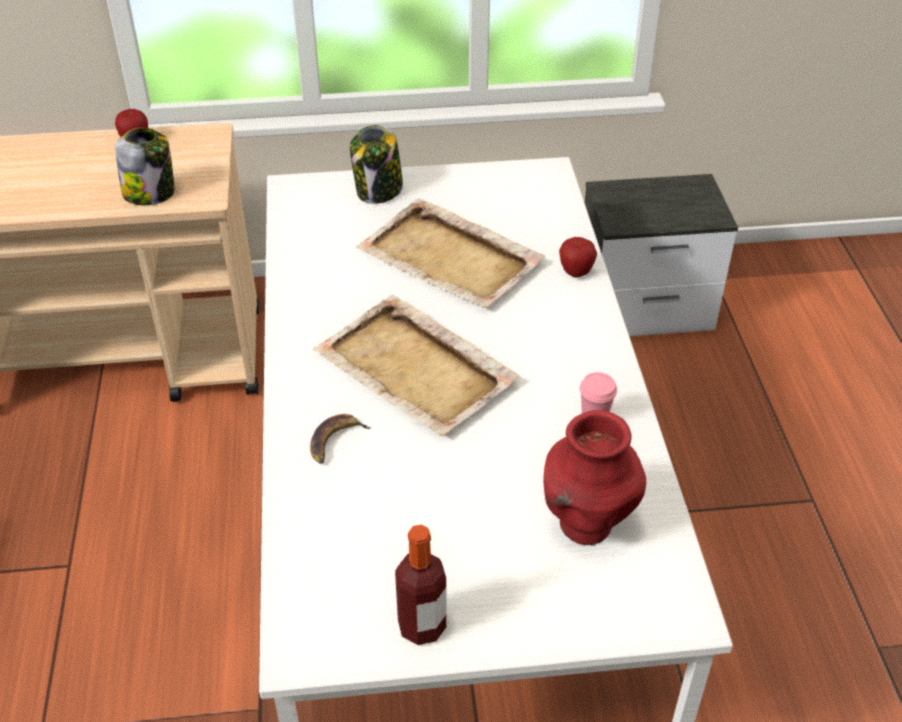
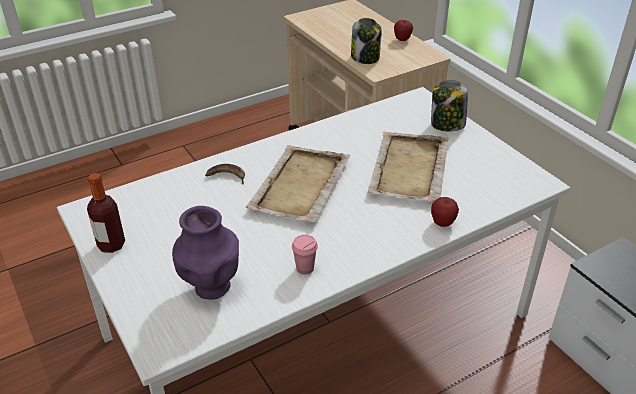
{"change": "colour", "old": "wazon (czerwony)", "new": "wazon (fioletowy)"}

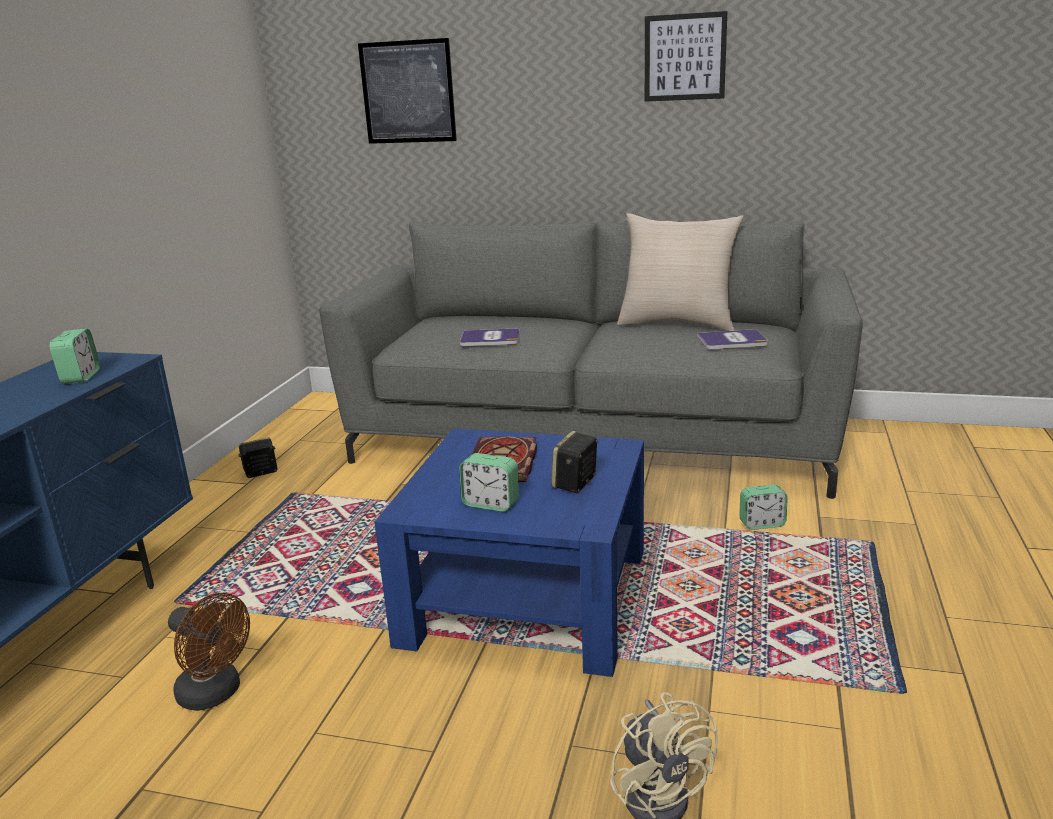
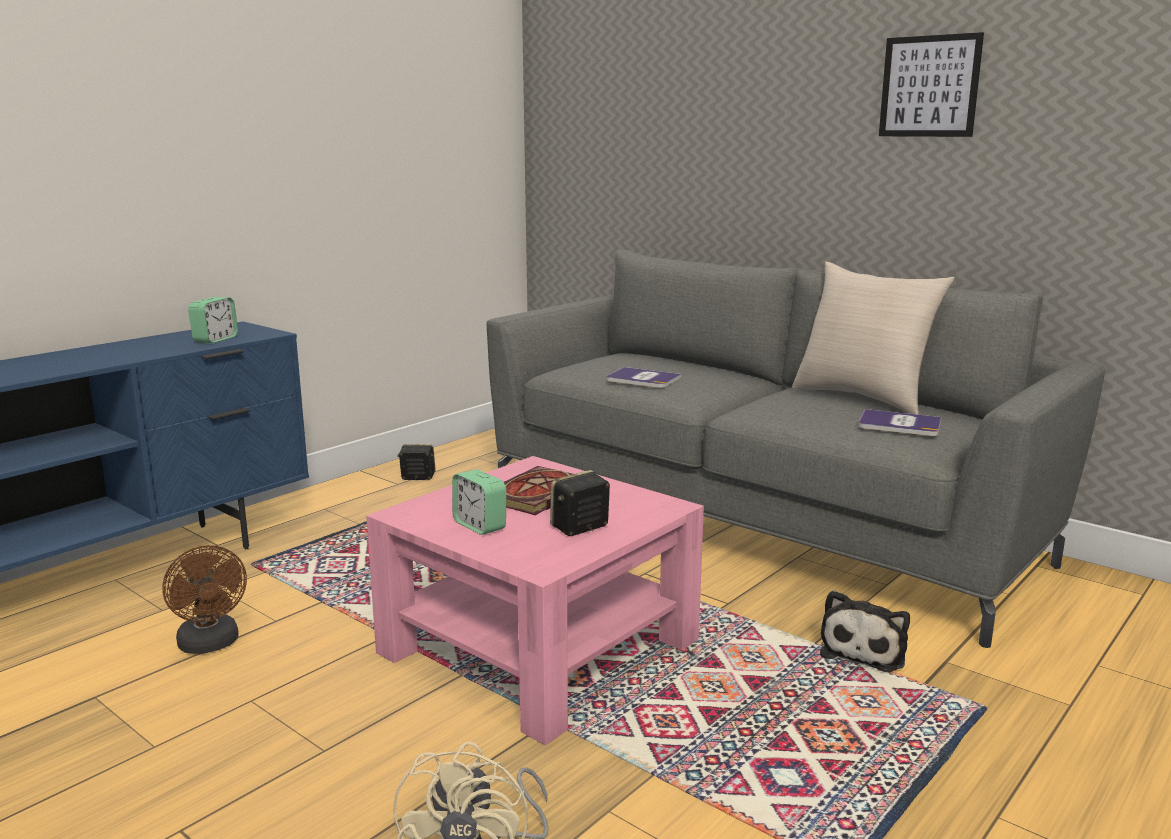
{"change": "missing", "old": "obraz (no. 1 from left)"}
{"change": "exchanged", "old": "budzik (no. 3 from left)", "new": "pluszak"}
{"change": "colour", "old": "ława (niebieski)", "new": "ława (różowy)"}

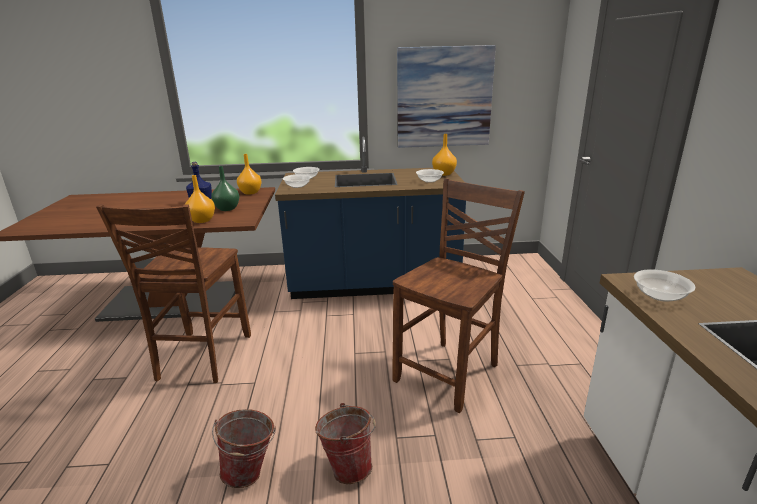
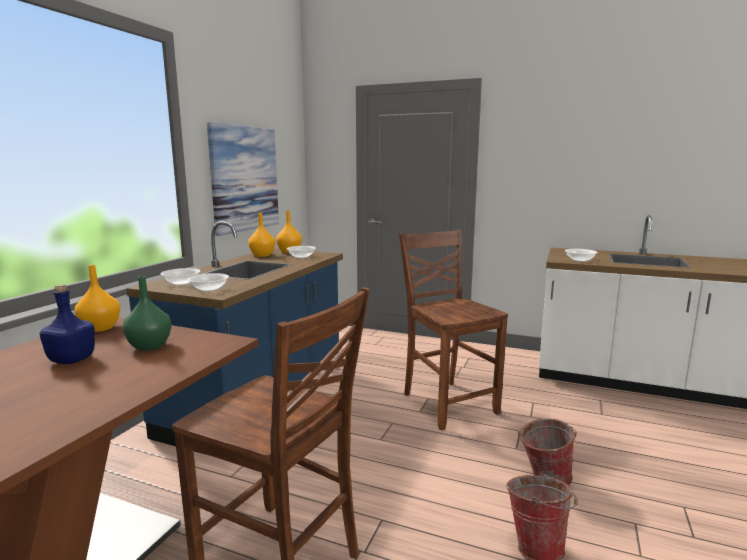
{"change": "relocated", "old": "wazon (pomarańczowy) (no. 1 from left in the first image)", "new": "wazon (pomarańczowy) (no. 2 from left)"}

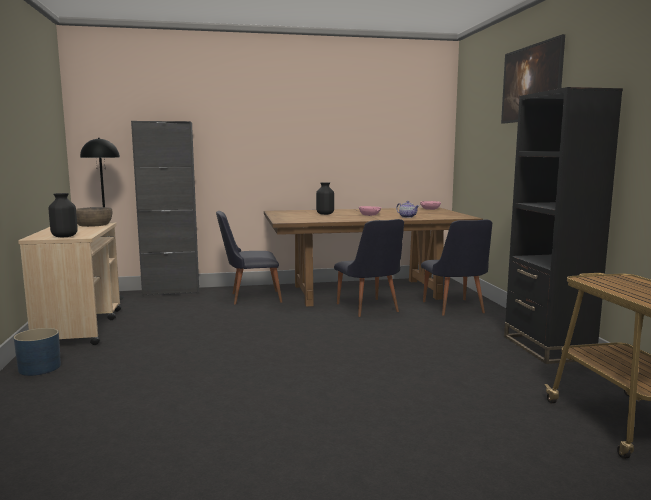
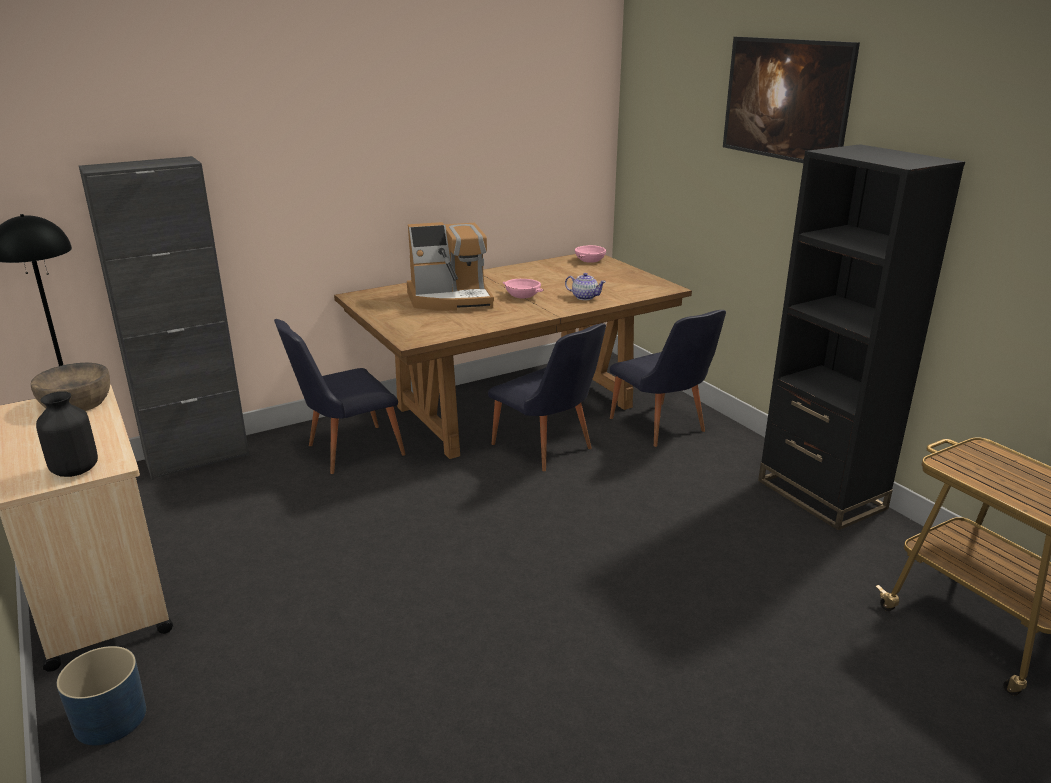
{"change": "exchanged", "old": "wazon (czarny) (no. 2 from left)", "new": "ekspres do kawy"}

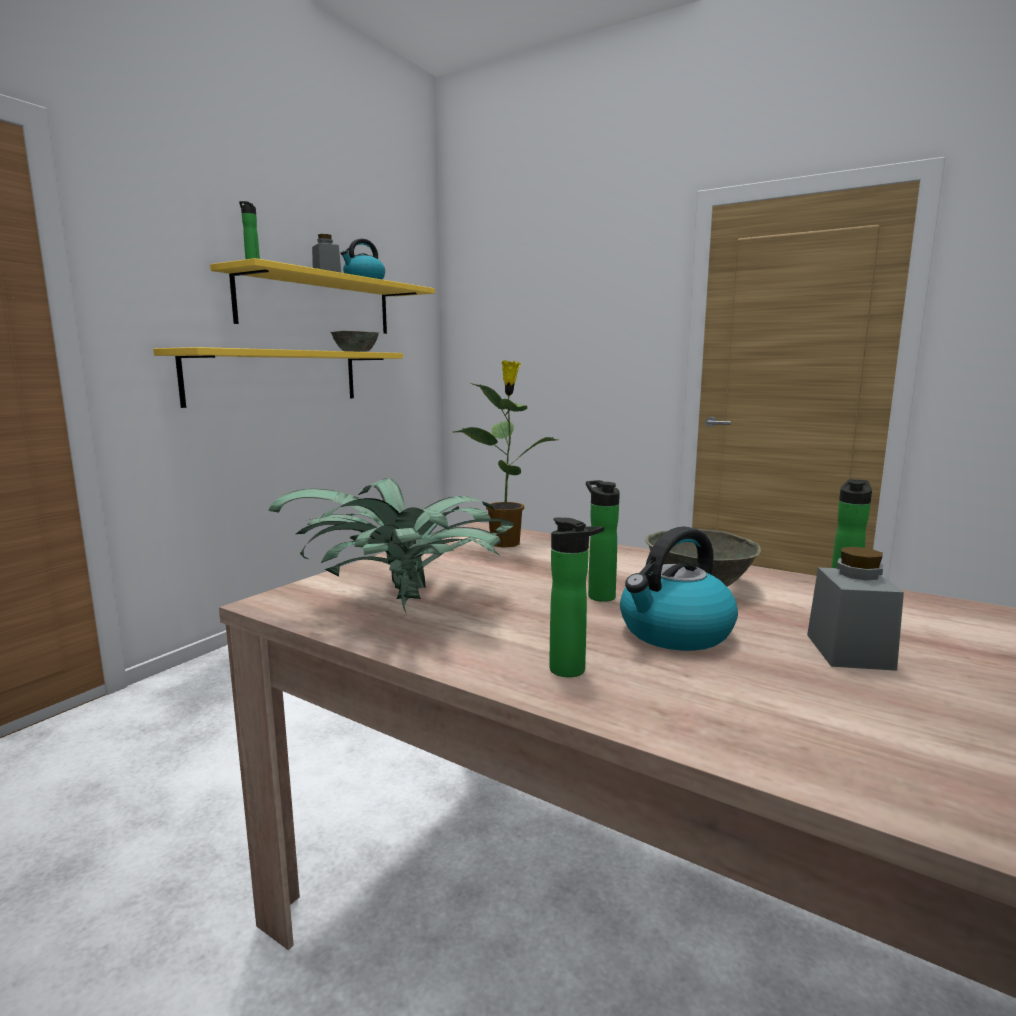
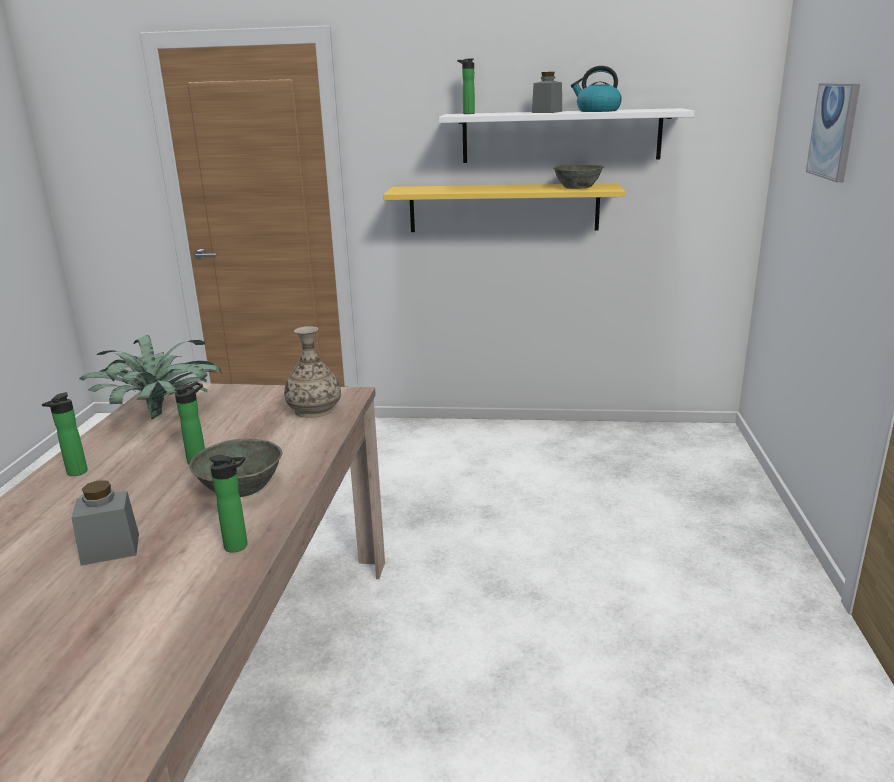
{"change": "missing", "old": "czajnik (no. 2 from left)"}
{"change": "appeared", "new": "obraz"}
{"change": "exchanged", "old": "roślina doniczkowa (no. 2 from left)", "new": "wazon"}
{"change": "colour", "old": "półka (żółty) (no. 2 from left)", "new": "półka (biały)"}

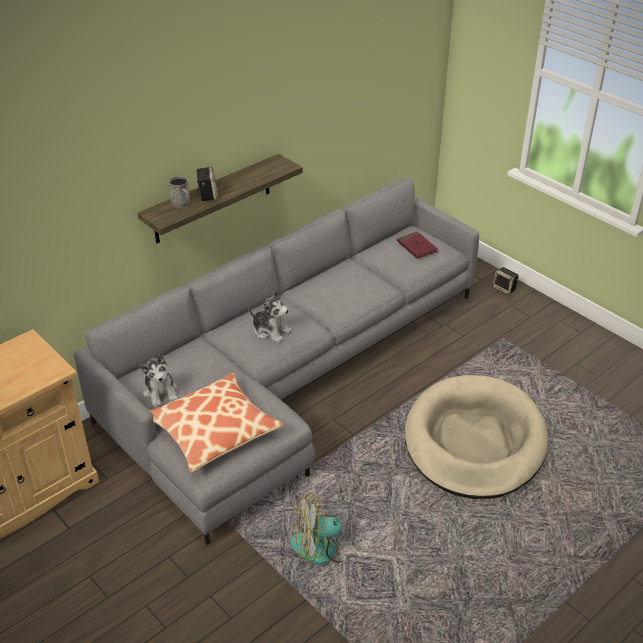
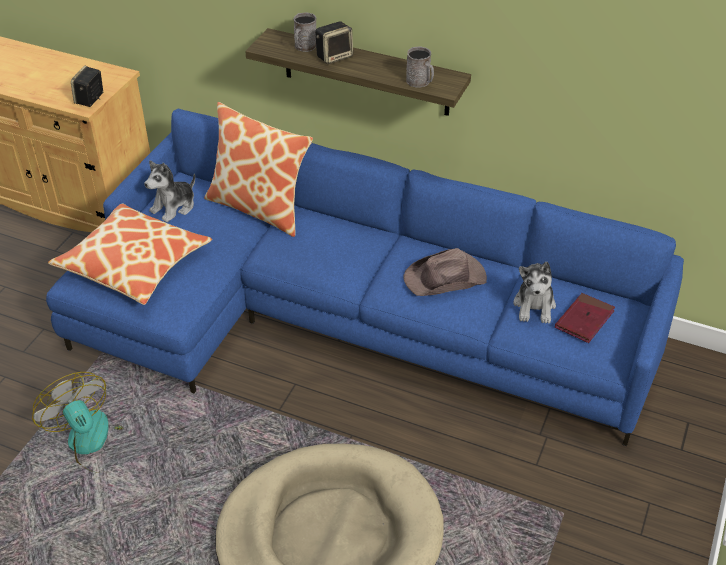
{"change": "appeared", "new": "poduszka (no. 2 from left)"}
{"change": "appeared", "new": "kapelusz (brązowy)"}
{"change": "appeared", "new": "kubek (szary) (no. 2 from left)"}
{"change": "relocated", "old": "pluszak (no. 2 from left)"}
{"change": "relocated", "old": "głośnik (no. 2 from left in the first image)", "new": "głośnik (no. 1 from left)"}
{"change": "colour", "old": "kanapa (szary)", "new": "kanapa (niebieski)"}

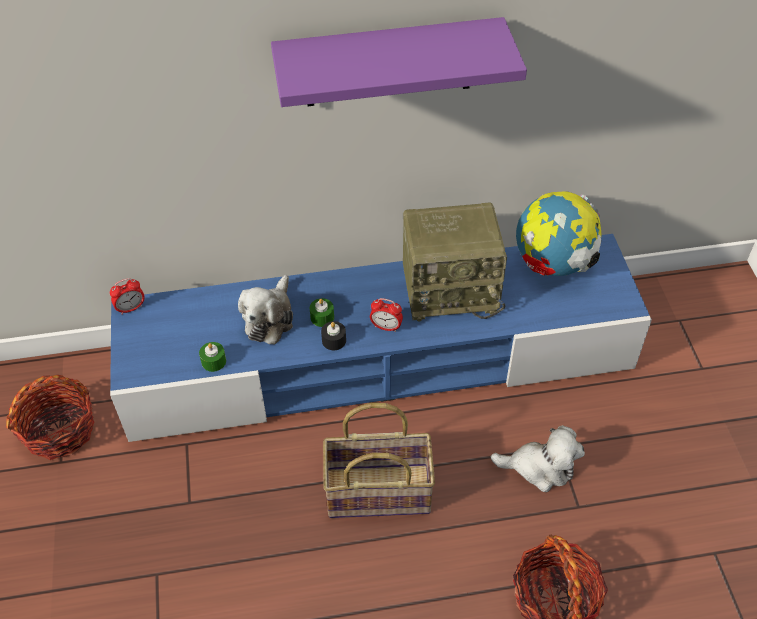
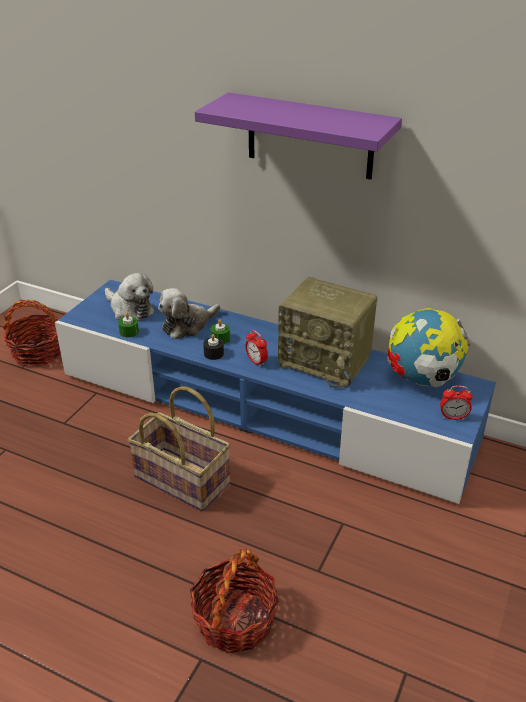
{"change": "relocated", "old": "budzik (no. 1 from left in the first image)", "new": "budzik (no. 2 from left)"}
{"change": "relocated", "old": "pluszak (no. 2 from left in the first image)", "new": "pluszak (no. 1 from left)"}

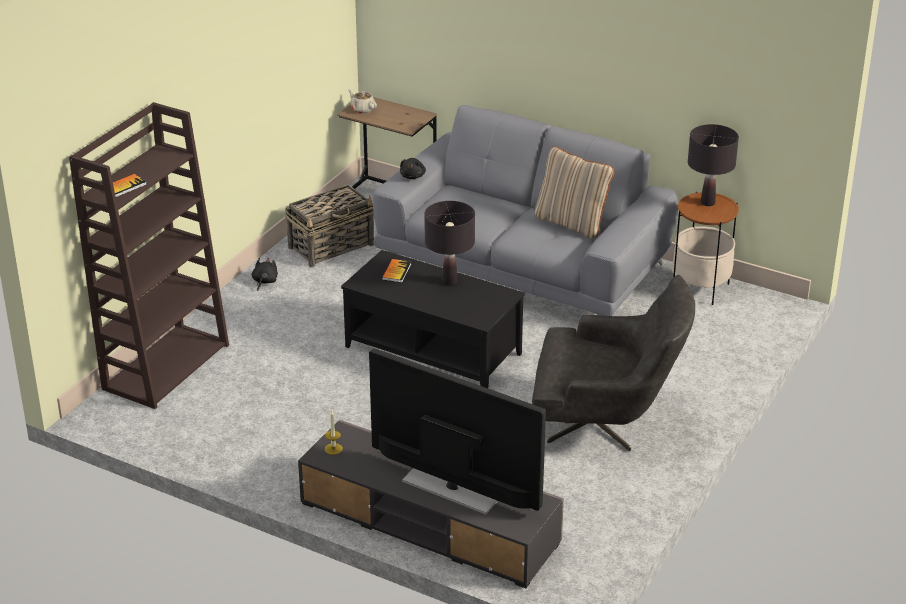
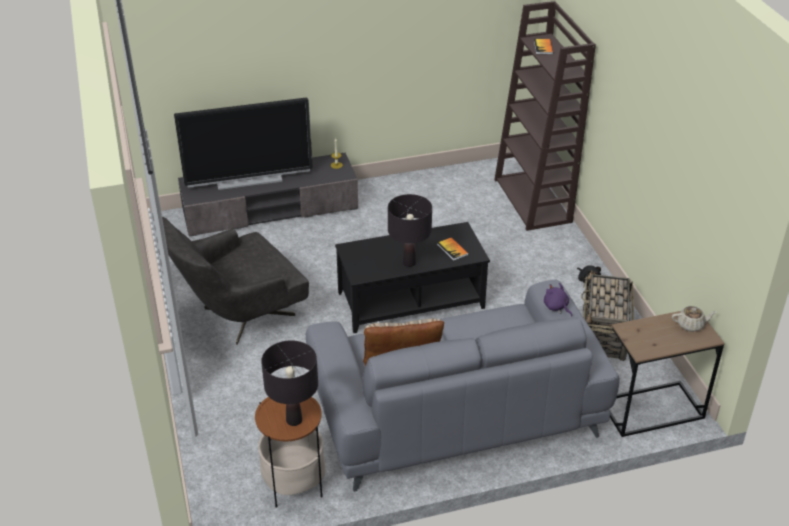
{"change": "colour", "old": "pluszak (czarny) (no. 2 from left)", "new": "pluszak (fioletowy)"}

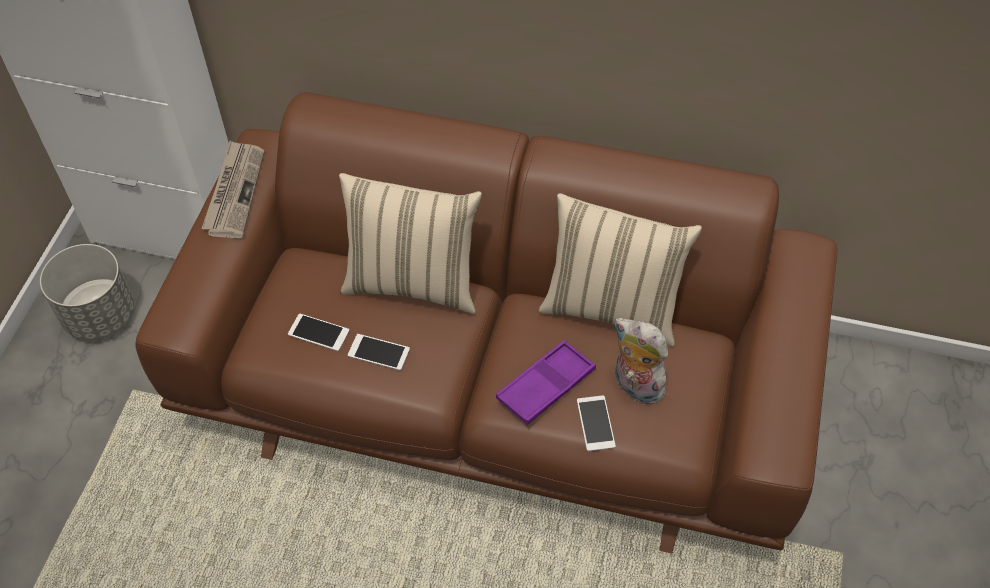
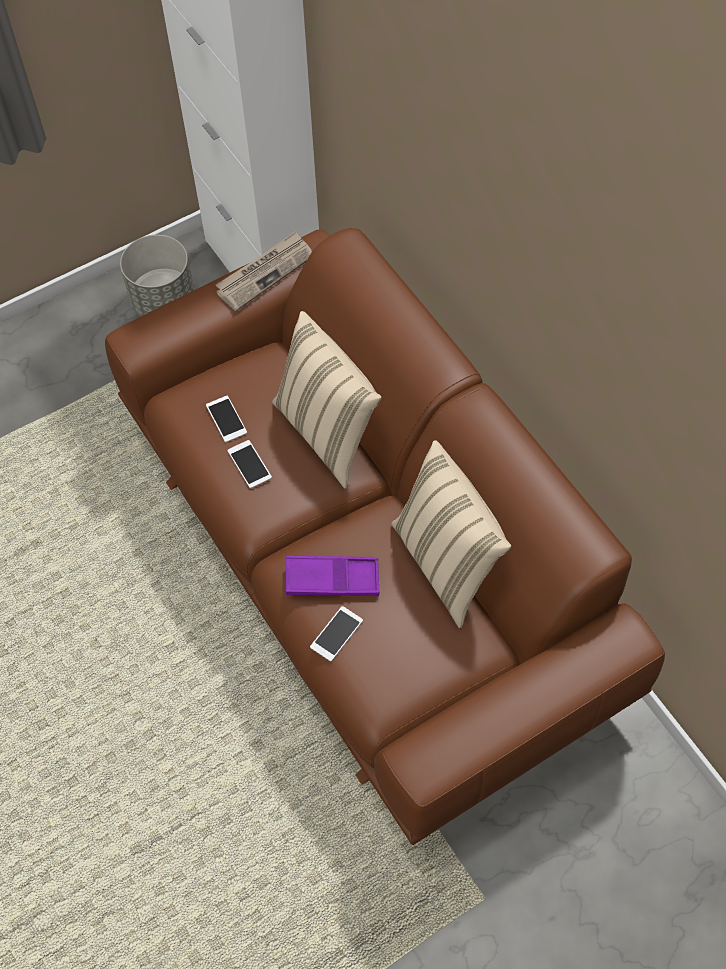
{"change": "missing", "old": "pluszak"}

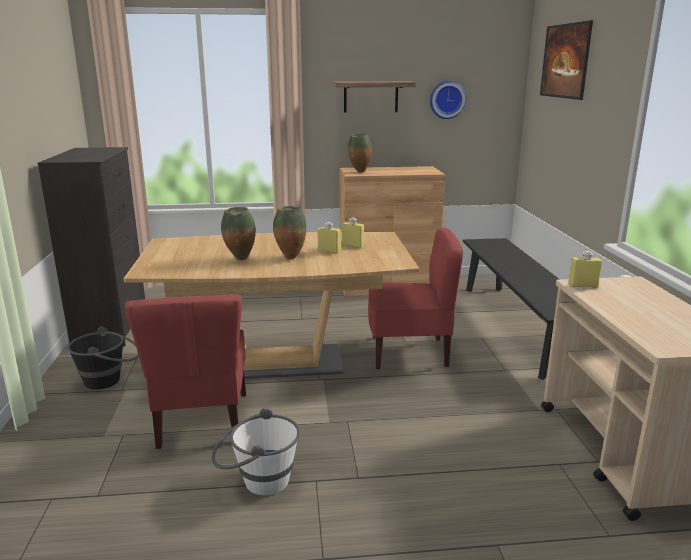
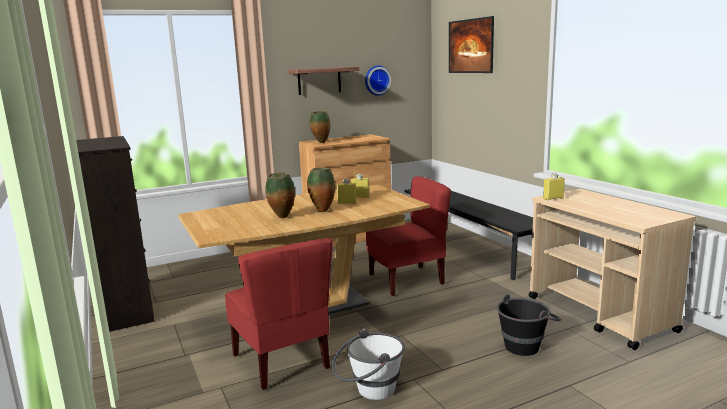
{"change": "relocated", "old": "wiadro (czarny)"}

